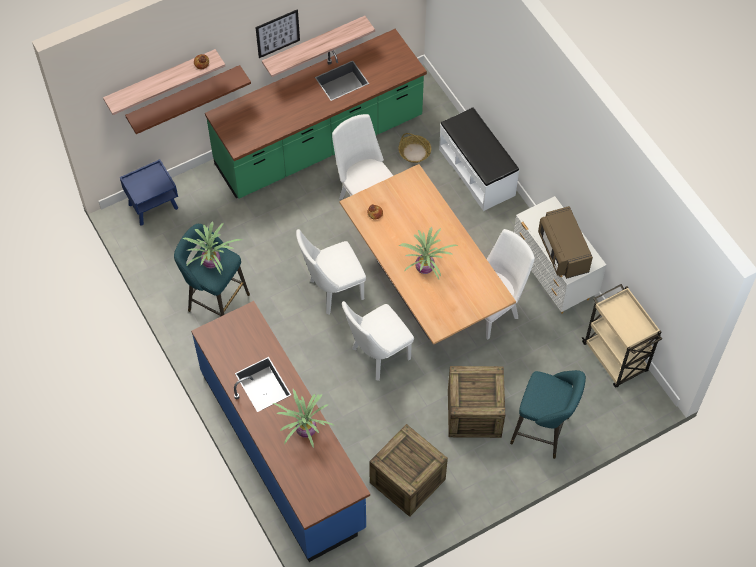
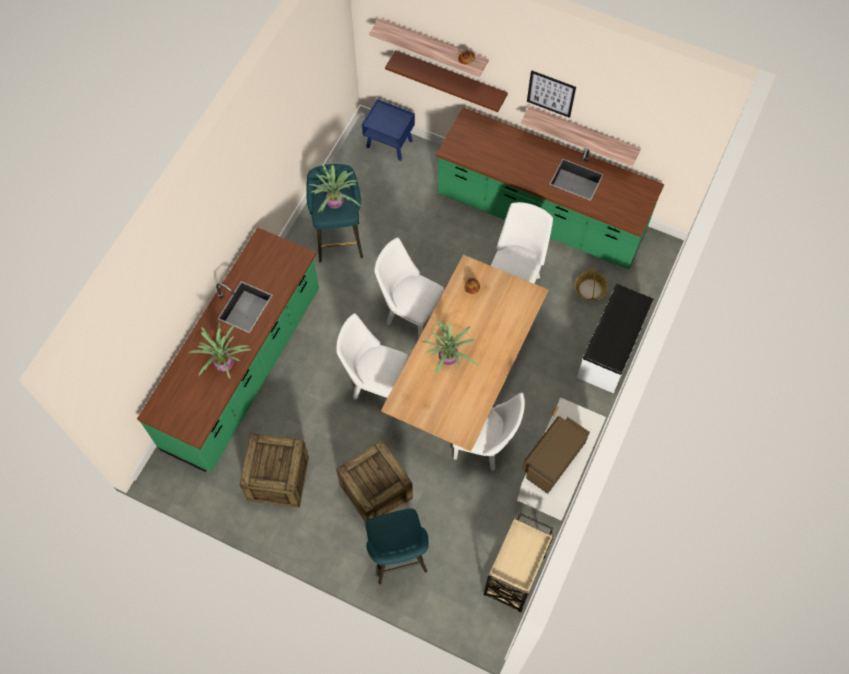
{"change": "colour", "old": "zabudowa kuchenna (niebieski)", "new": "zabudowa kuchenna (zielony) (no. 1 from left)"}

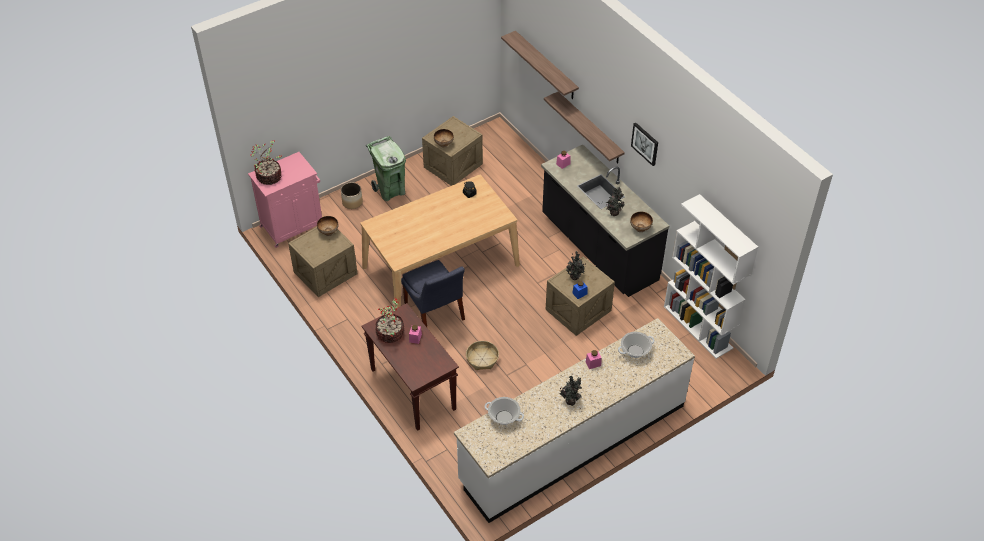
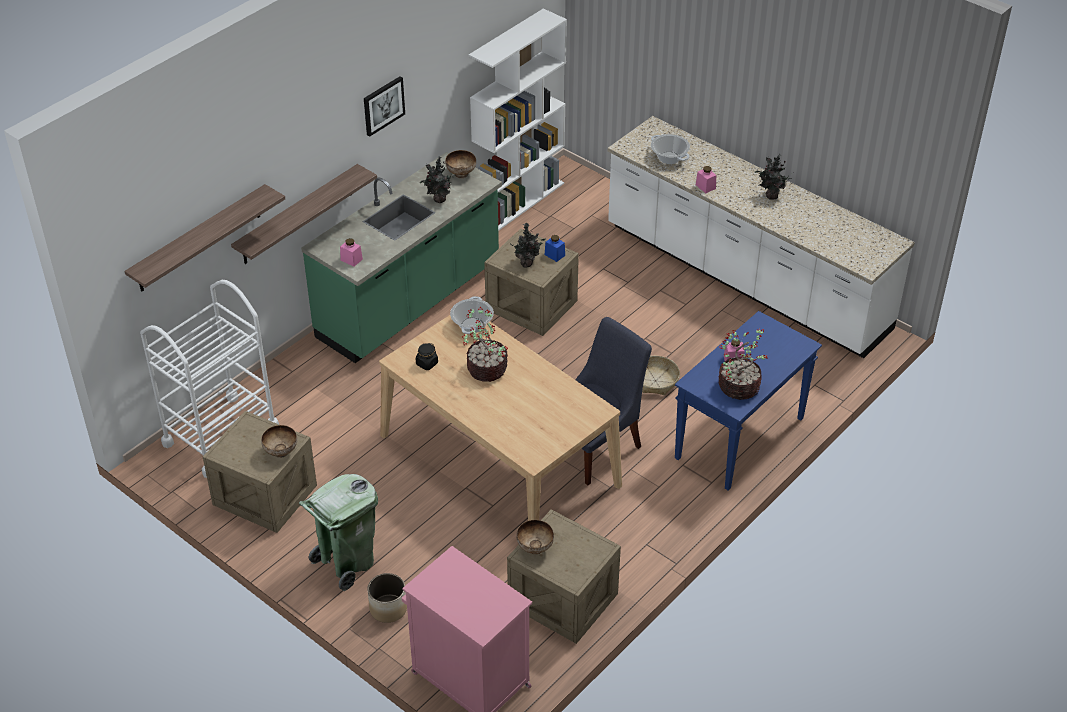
{"change": "appeared", "new": "wózek (biały)"}
{"change": "relocated", "old": "roślina doniczkowa (no. 1 from left in the first image)", "new": "roślina doniczkowa (no. 2 from left)"}
{"change": "relocated", "old": "garnek (no. 1 from left)"}
{"change": "colour", "old": "stolik konsolowy (brązowy)", "new": "stolik konsolowy (niebieski)"}
{"change": "colour", "old": "zabudowa kuchenna (czarny)", "new": "zabudowa kuchenna (zielony)"}

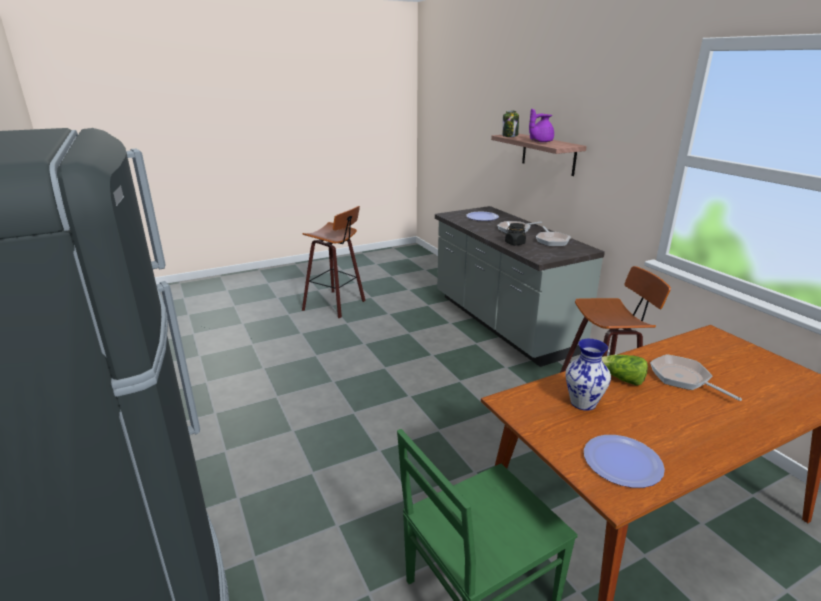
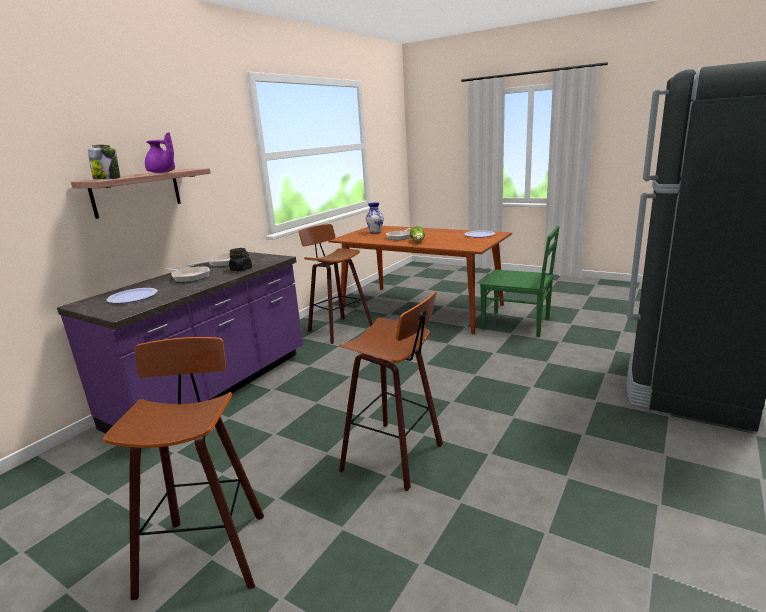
{"change": "appeared", "new": "stołek (no. 3 from left)"}
{"change": "relocated", "old": "wazon"}
{"change": "colour", "old": "zabudowa kuchenna (szary)", "new": "zabudowa kuchenna (fioletowy)"}

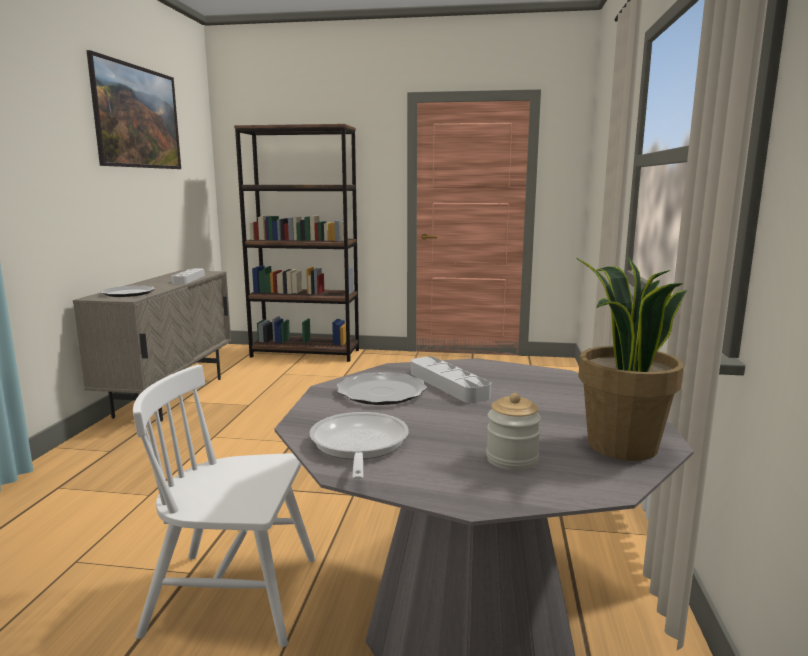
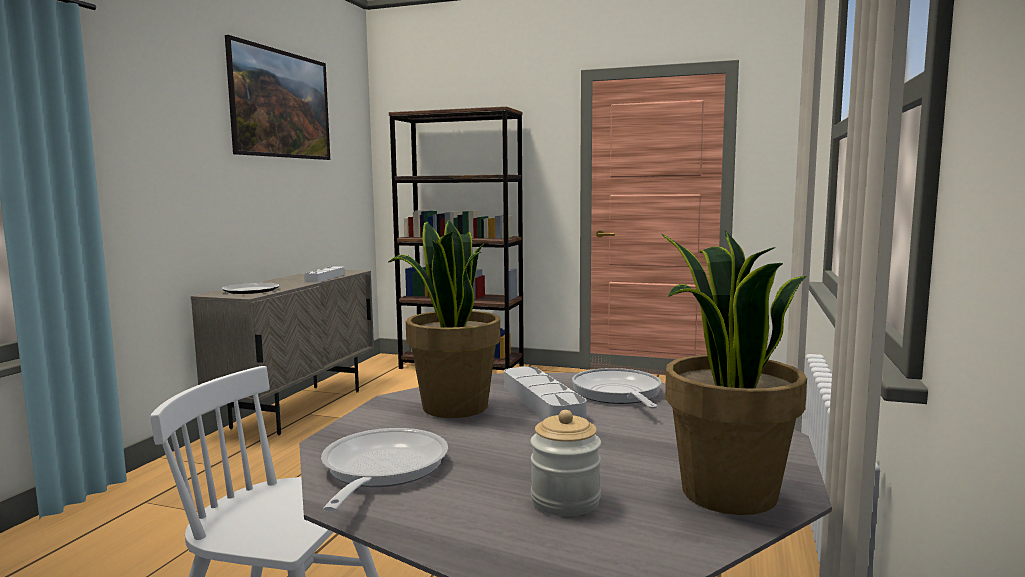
{"change": "appeared", "new": "patelnia (no. 2 from left)"}
{"change": "exchanged", "old": "talerz (no. 2 from left)", "new": "roślina doniczkowa (no. 1 from left)"}

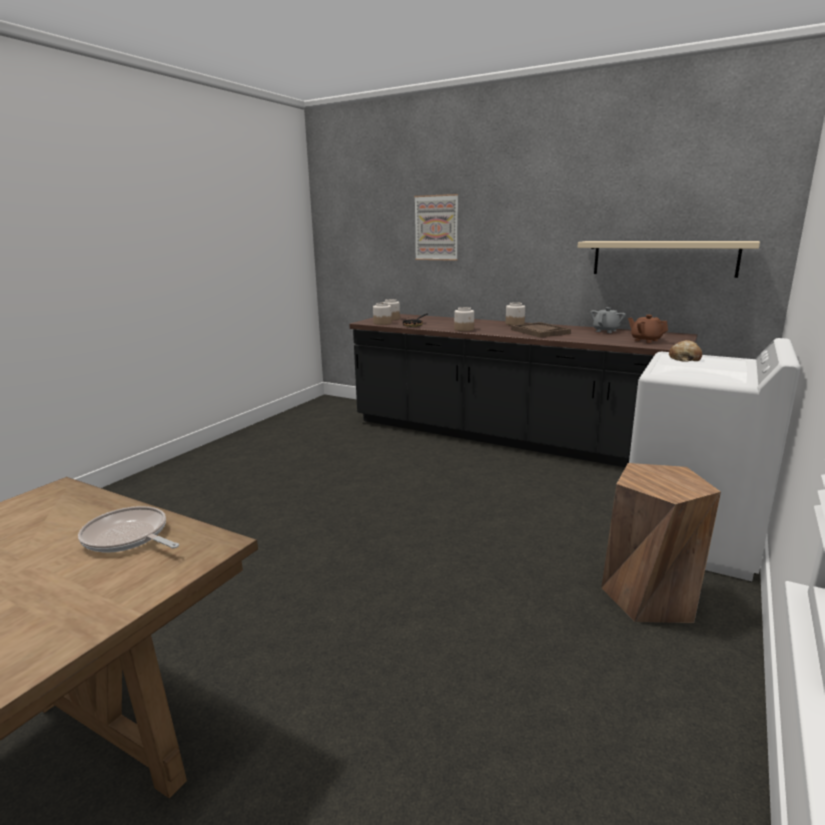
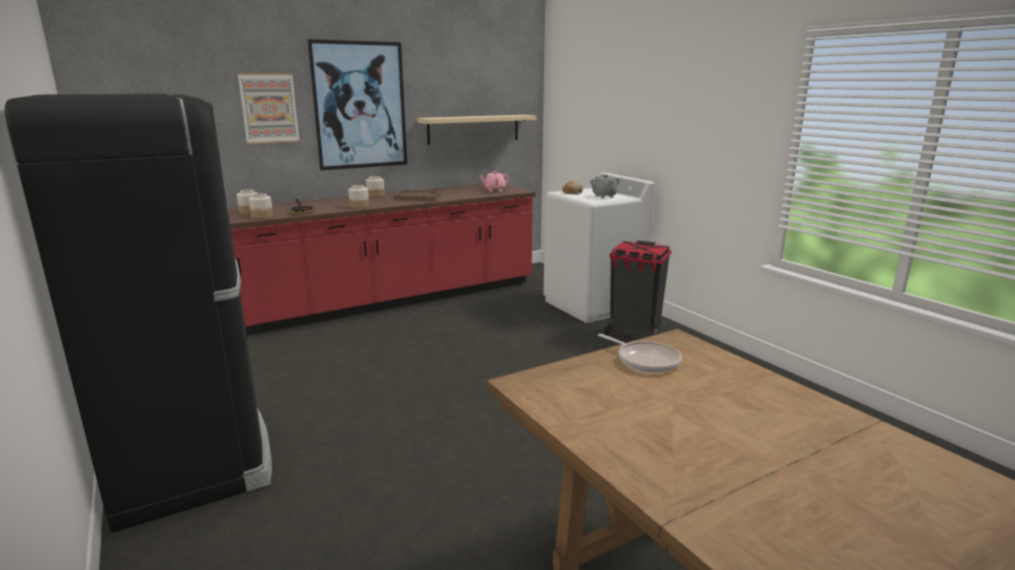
{"change": "appeared", "new": "lodówka (czarny)"}
{"change": "appeared", "new": "obraz (no. 2 from left)"}
{"change": "relocated", "old": "imbryk (szary)"}
{"change": "exchanged", "old": "stołek (brązowy)", "new": "kosz na śmieci (czarny)"}
{"change": "colour", "old": "zabudowa kuchenna (czarny)", "new": "zabudowa kuchenna (czerwony)"}
{"change": "colour", "old": "imbryk (brązowy)", "new": "imbryk (różowy)"}
{"change": "spun", "old": "patelnia (no. 1 from left in the first image)", "degrees": -105}

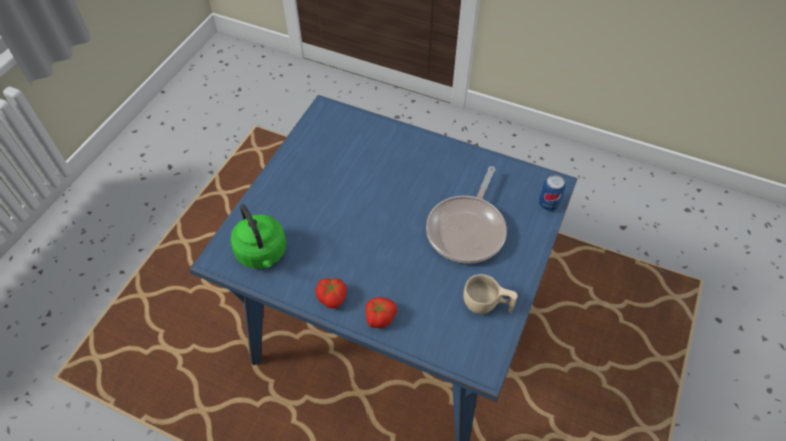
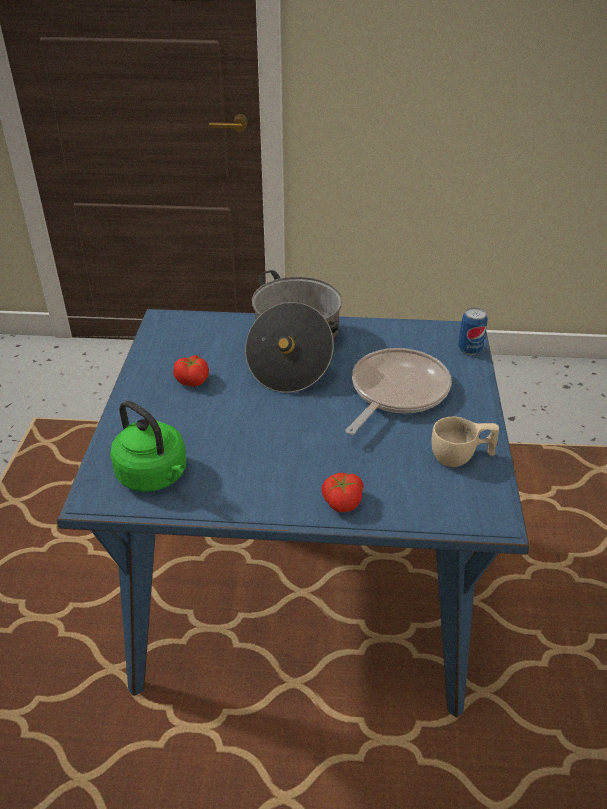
{"change": "appeared", "new": "garnek"}
{"change": "relocated", "old": "pomidor (no. 1 from left)"}
{"change": "spun", "old": "patelnia", "degrees": -150}

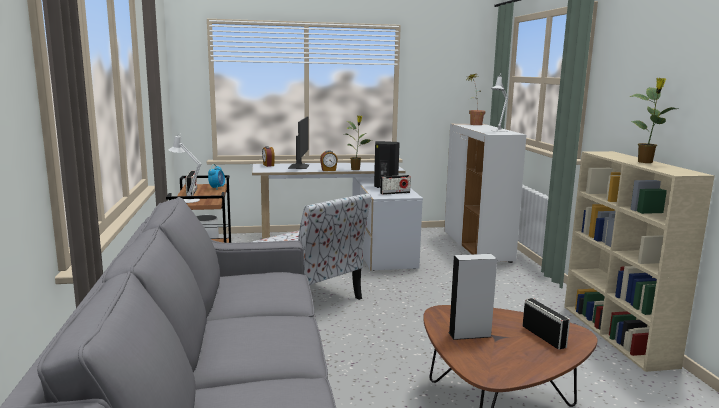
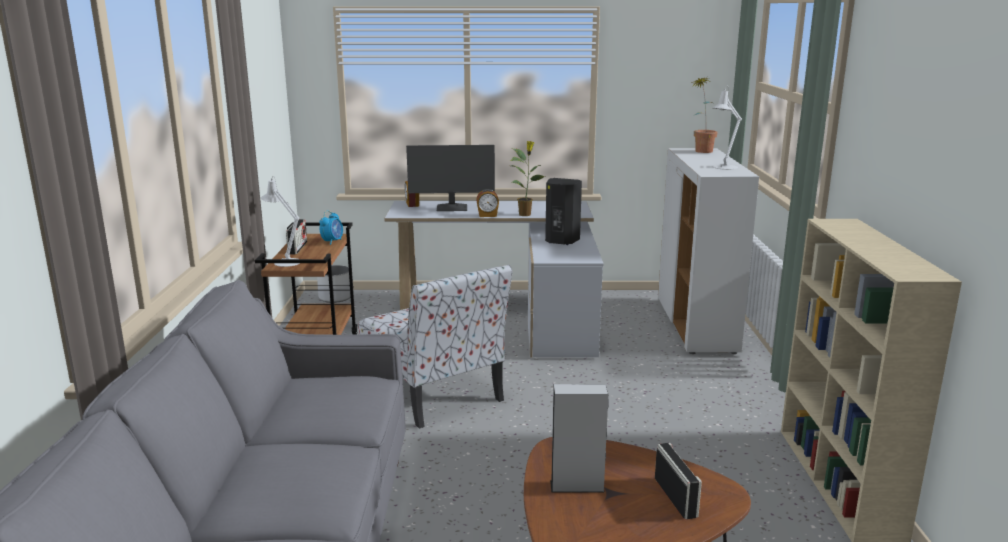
{"change": "missing", "old": "radio (no. 2 from left)"}
{"change": "missing", "old": "roślina doniczkowa (no. 3 from left)"}
{"change": "spun", "old": "monitor", "degrees": 75}

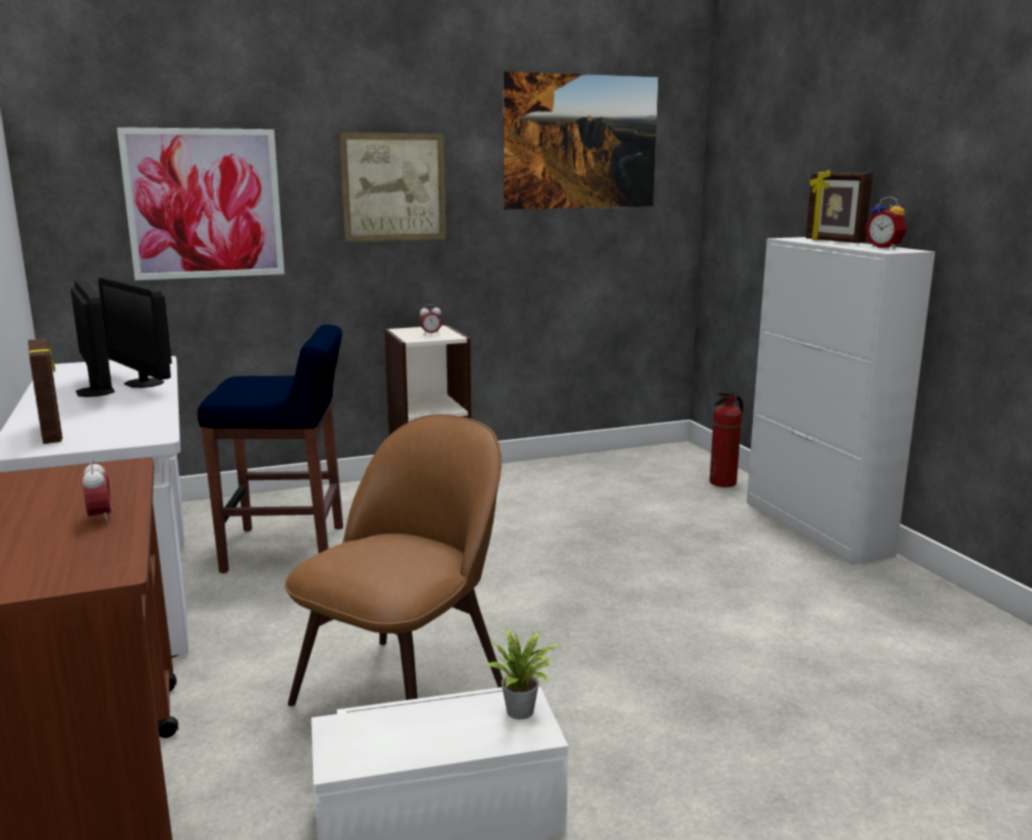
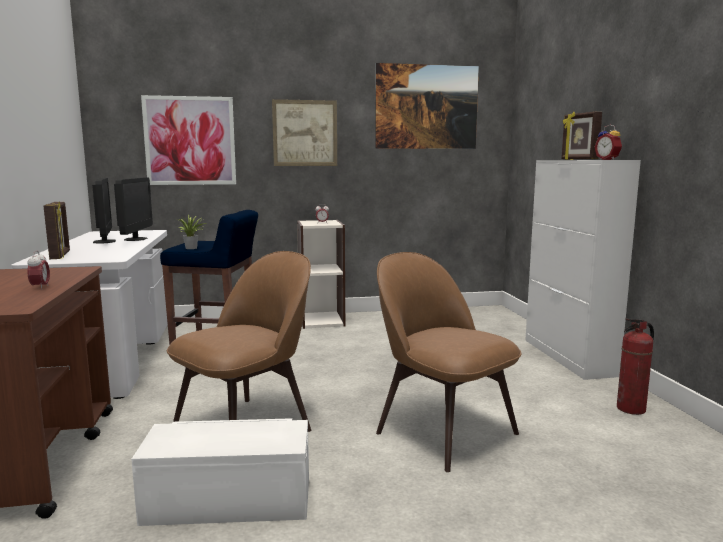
{"change": "appeared", "new": "krzesło (brązowy) (no. 2 from left)"}
{"change": "relocated", "old": "roślina doniczkowa"}
{"change": "relocated", "old": "gaśnica"}
{"change": "spun", "old": "monitor (no. 2 from left)", "degrees": -150}

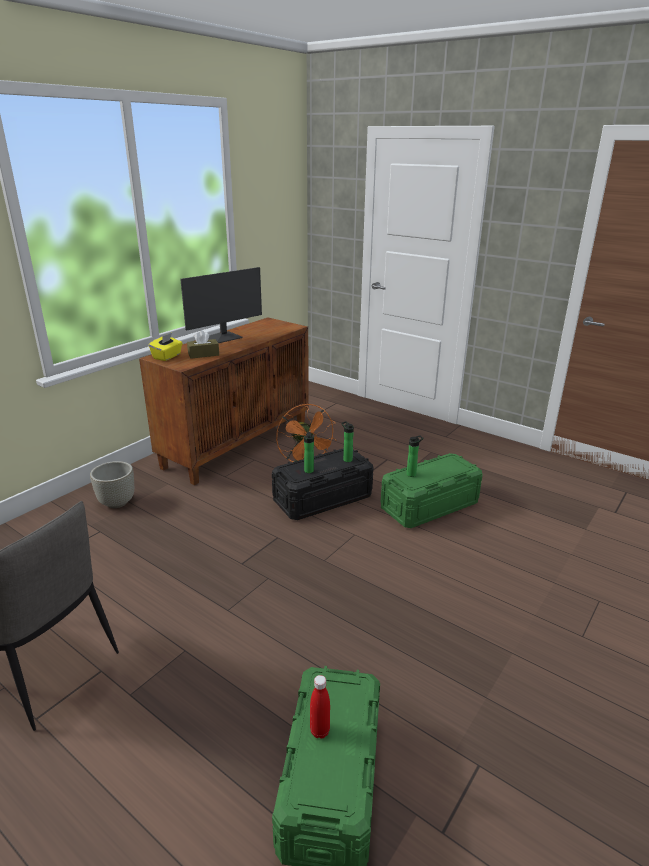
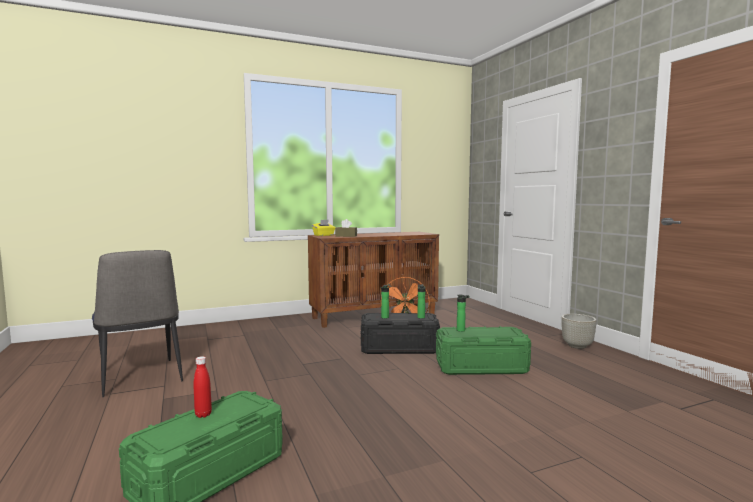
{"change": "missing", "old": "monitor"}
{"change": "relocated", "old": "donica (szary)"}

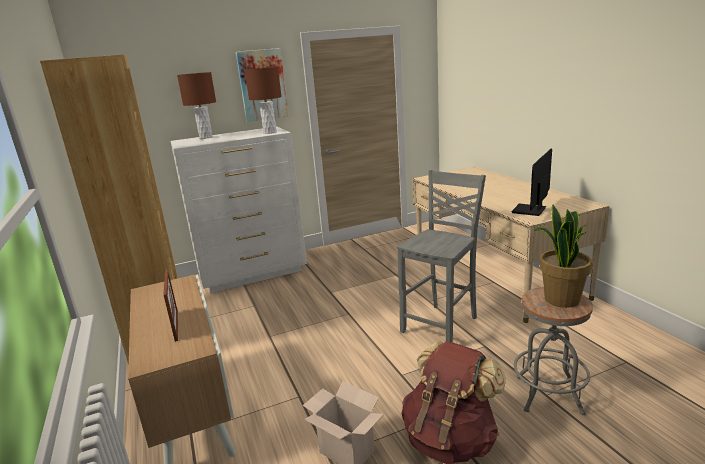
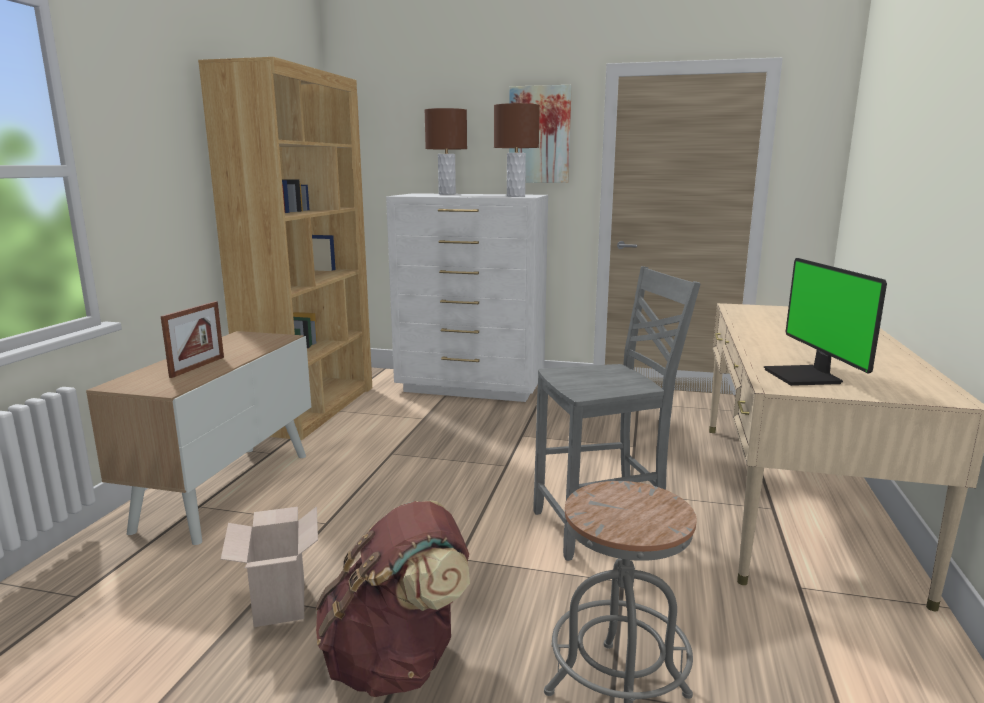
{"change": "missing", "old": "roślina doniczkowa"}
{"change": "spun", "old": "monitor", "degrees": -75}

